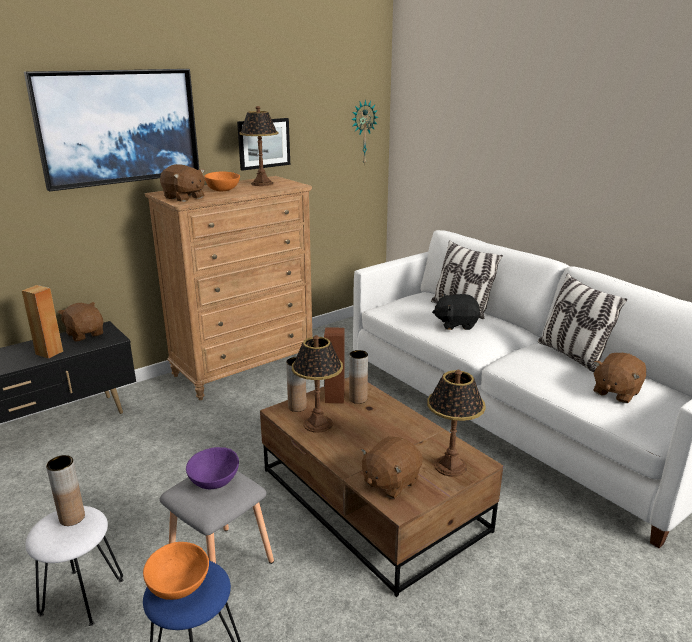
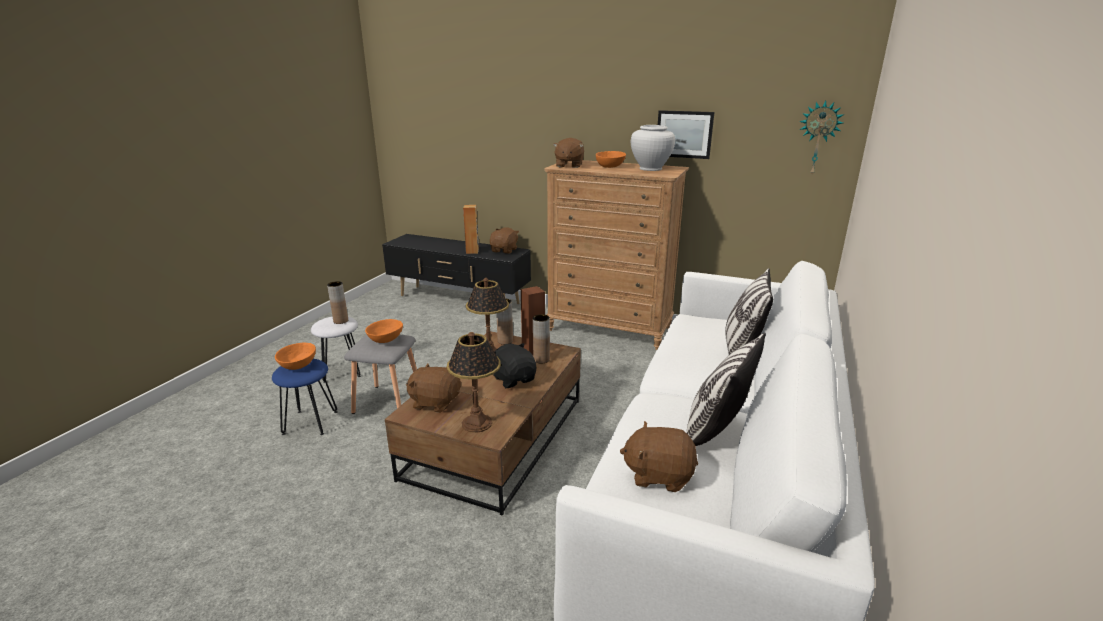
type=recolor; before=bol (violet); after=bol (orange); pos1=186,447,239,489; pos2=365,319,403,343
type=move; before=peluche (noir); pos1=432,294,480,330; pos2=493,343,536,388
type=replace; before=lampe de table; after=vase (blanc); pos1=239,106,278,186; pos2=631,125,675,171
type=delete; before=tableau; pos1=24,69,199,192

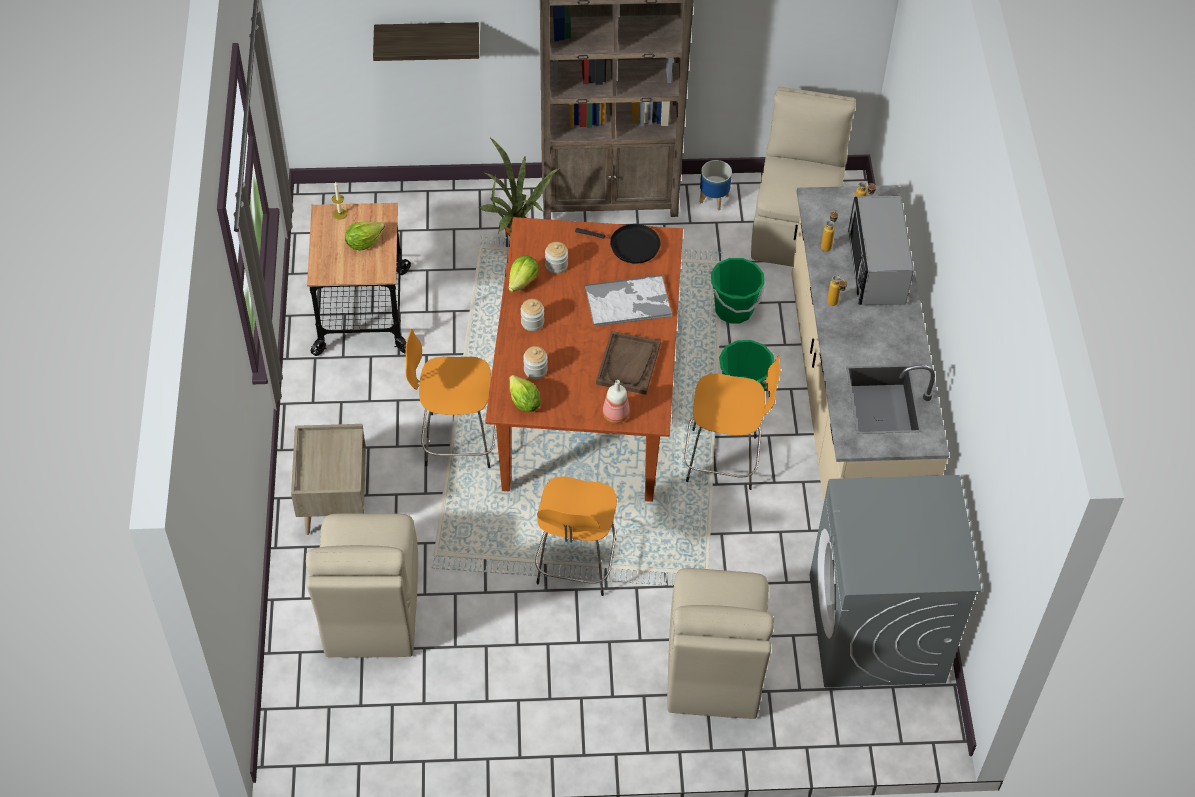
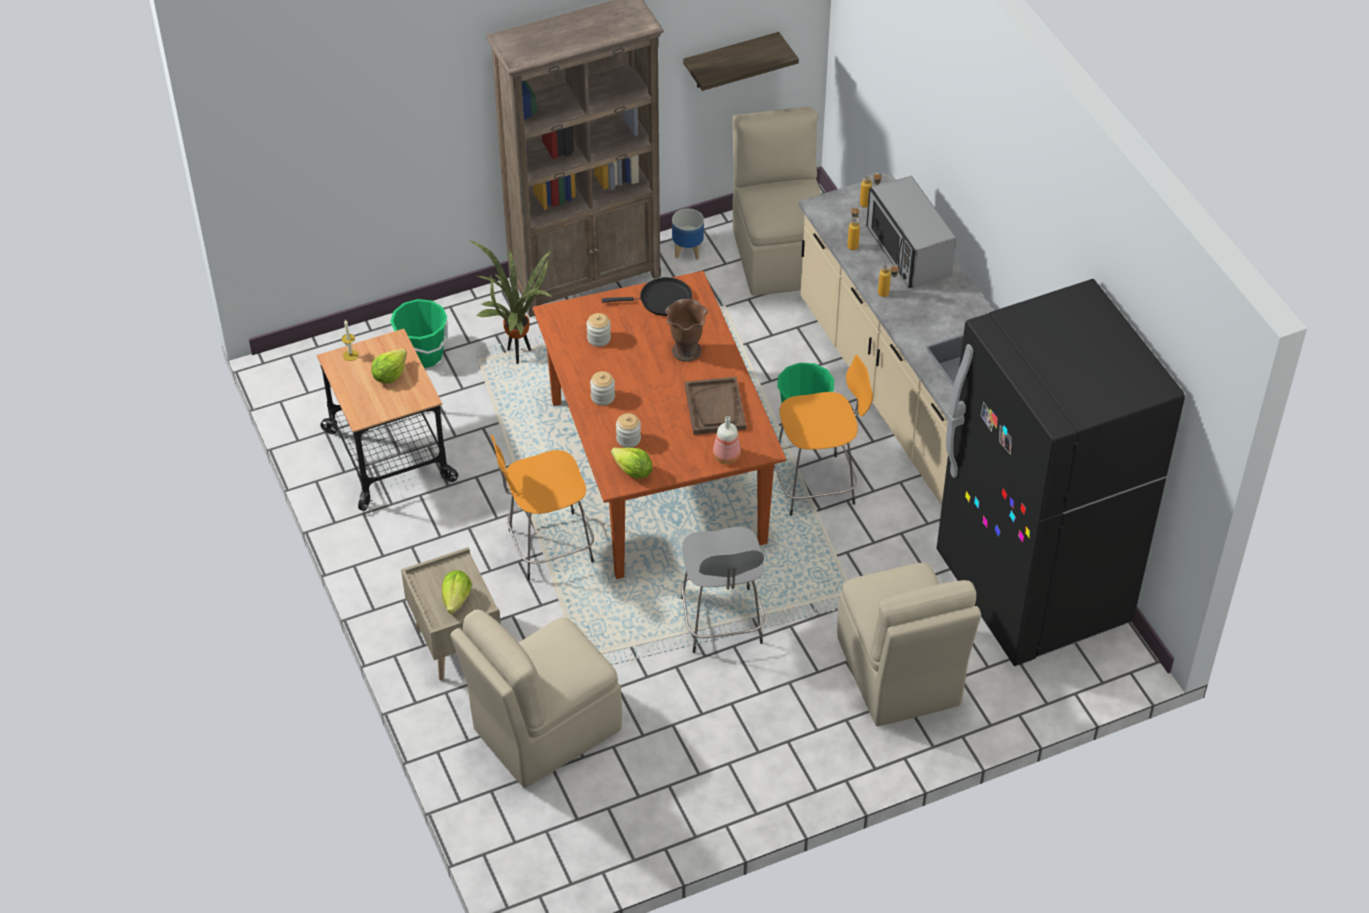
type=move; before=seau (vert); pos1=711,258,765,323; pos2=390,299,448,368
type=move; before=laitue; pos1=508,256,539,292; pos2=442,570,472,614
type=rotate; before=chaise (beige); pos1=306,513,418,657; pos2=450,609,622,788; turn=75
type=replace; before=plateau; after=vase (marron); pos1=584,274,672,327; pos2=665,299,708,362
type=recolor; before=tabouret (orange); after=tabouret (gris); pos1=535,476,617,596; pos2=681,527,765,653
type=move; before=étagère; pos1=373,22,479,61; pos2=683,32,799,91
type=replace; before=lave-linge (gris); after=réfrigérateur (noir); pos1=809,475,982,687; pos2=937,279,1185,666

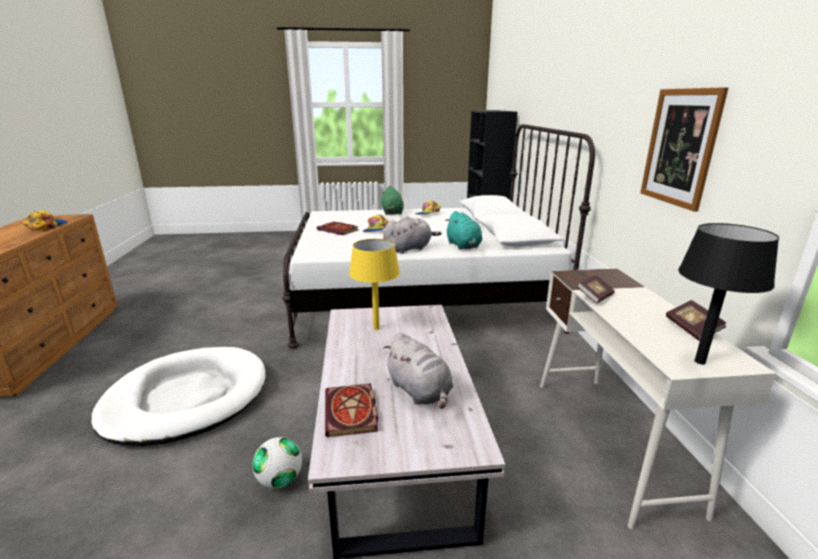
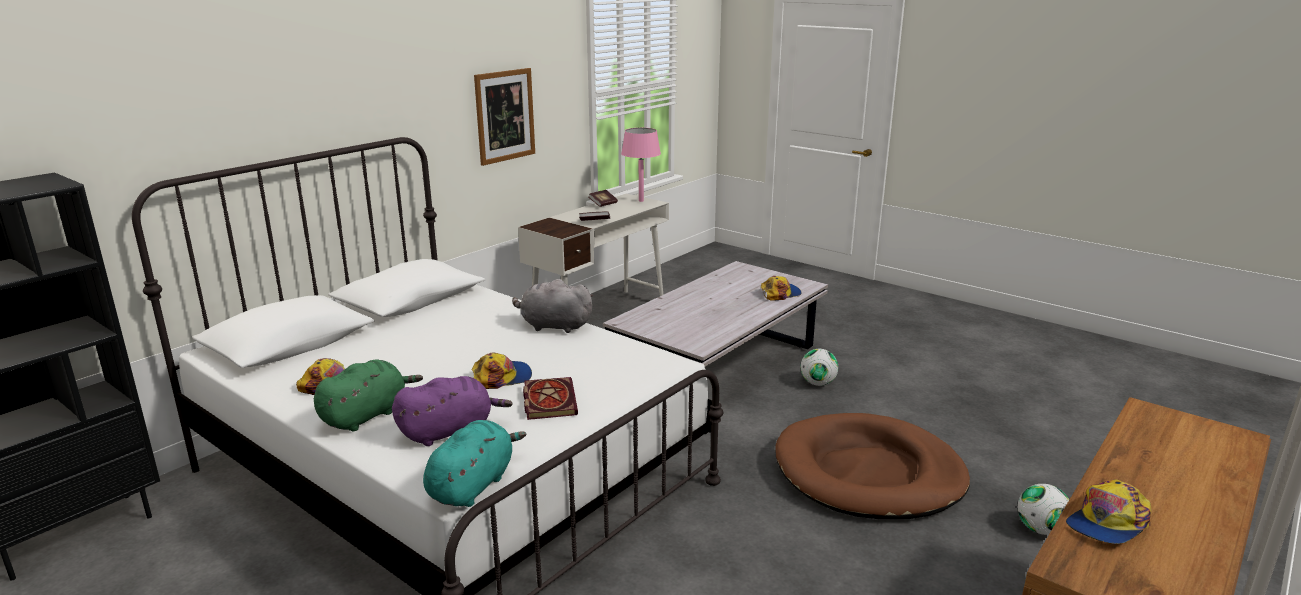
type=insert; after=peluche (violet); pos2=392,376,512,446
type=move; before=peluche (turquoise); pos1=445,211,482,250; pos2=423,420,526,507
type=recolor; before=lampe de table (noir); after=lampe de table (rose); pos1=678,223,779,364; pos2=621,128,661,202
type=replace; before=livre; after=casquette; pos1=325,383,378,437; pos2=761,276,802,301
type=recolor; before=panier pour chien (blanc); after=panier pour chien (marron); pos1=92,347,266,446; pos2=775,413,970,519
type=insert; after=ballon de foot; pos2=1018,484,1069,535
type=delete; before=lampe de table (jaune); pos1=349,239,400,330
type=delete; before=peluche (gris); pos1=383,332,453,409

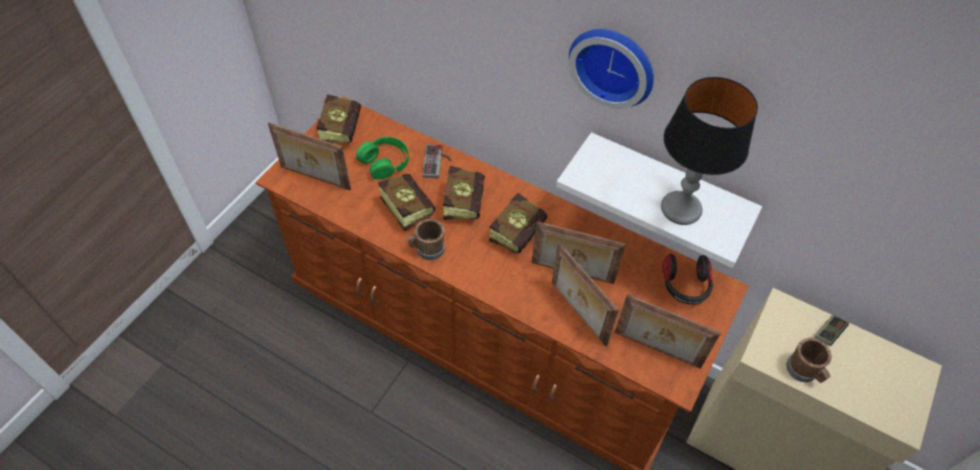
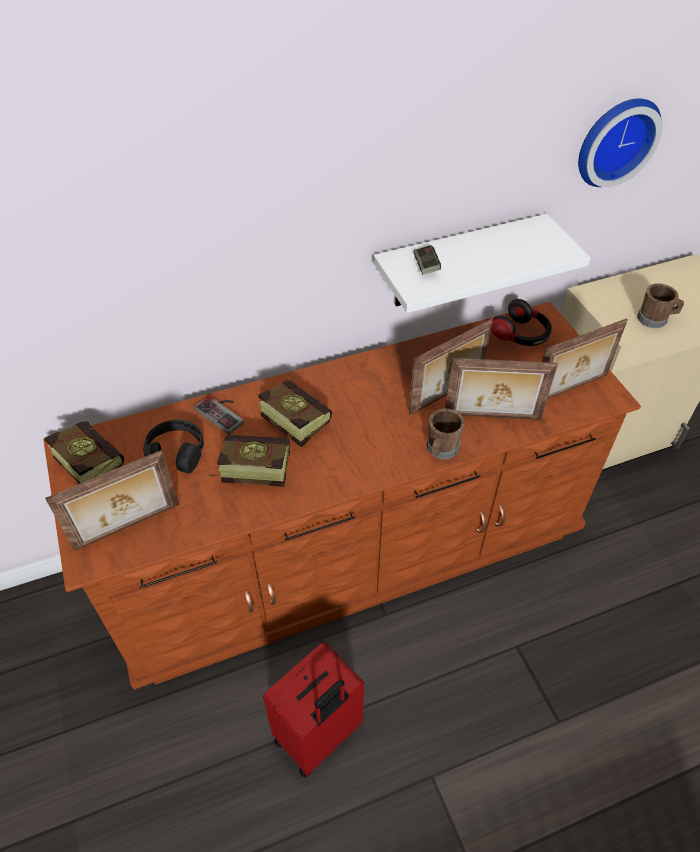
type=recolor; before=casque audio (vert); after=casque audio (noir); pos1=356,137,409,180; pos2=143,420,204,474
type=insert; after=valise (rouge); pos2=263,642,364,778
type=move; before=manette; pos1=815,315,849,346; pos2=414,245,441,275
type=move; before=mug (marron); pos1=407,219,445,260; pos2=427,409,465,459
type=move; before=horloge murale; pos1=569,29,654,109; pos2=578,98,662,187
type=delete; before=livre; pos1=489,193,547,254
type=delete; before=lampe de table; pos1=661,77,758,225

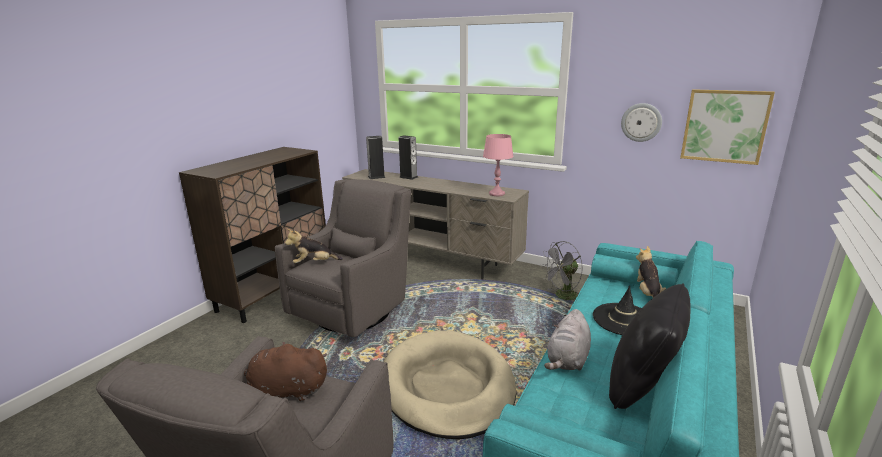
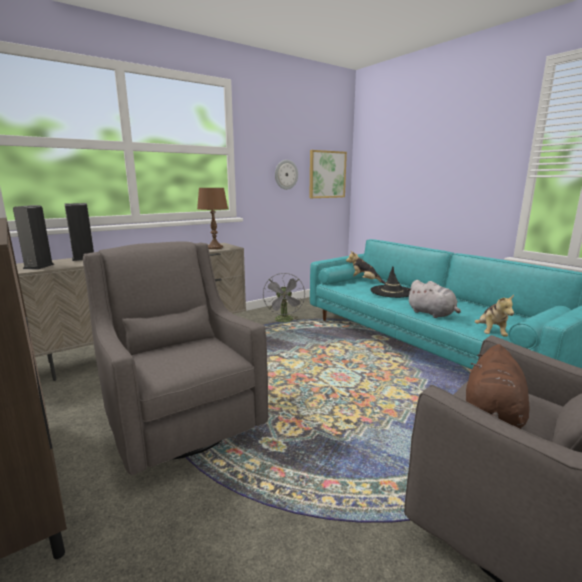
type=recolor; before=lampe de table (rose); after=lampe de table (marron); pos1=483,134,514,196; pos2=197,188,228,249
type=move; before=peluche; pos1=285,229,343,263; pos2=475,295,514,337
type=delete; before=panier pour chien (beige); pos1=384,331,516,440
type=delete; before=coussin (noir); pos1=609,283,691,409

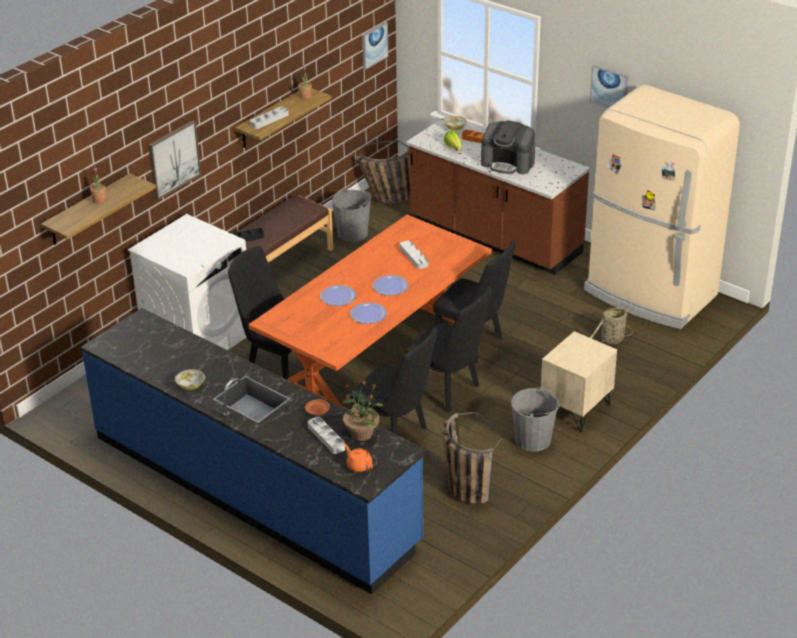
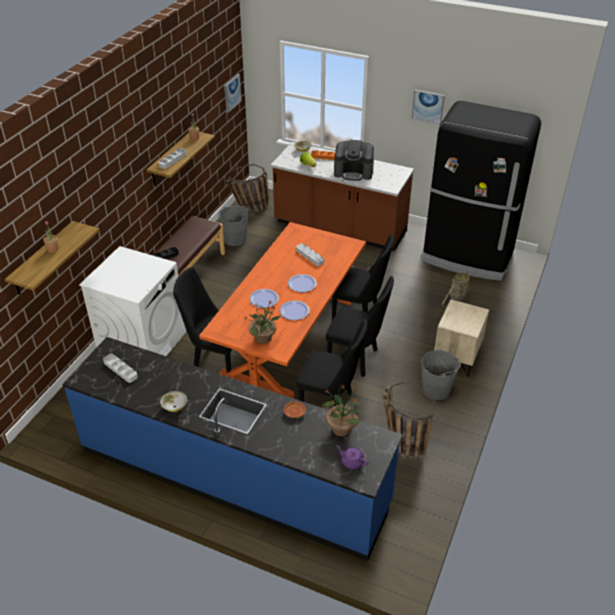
type=move; before=plateau (gris); pos1=308,417,345,454; pos2=103,354,138,383
type=insert; after=plante en pot; pos2=244,301,281,344
type=recolor; before=théière (orange); after=théière (violet); pos1=344,444,373,472; pos2=336,445,369,469
type=recolor; before=réfrigérateur (beige); after=réfrigérateur (noir); pos1=584,85,740,329; pos2=420,101,541,281
type=delete; before=tableau; pos1=148,120,201,200

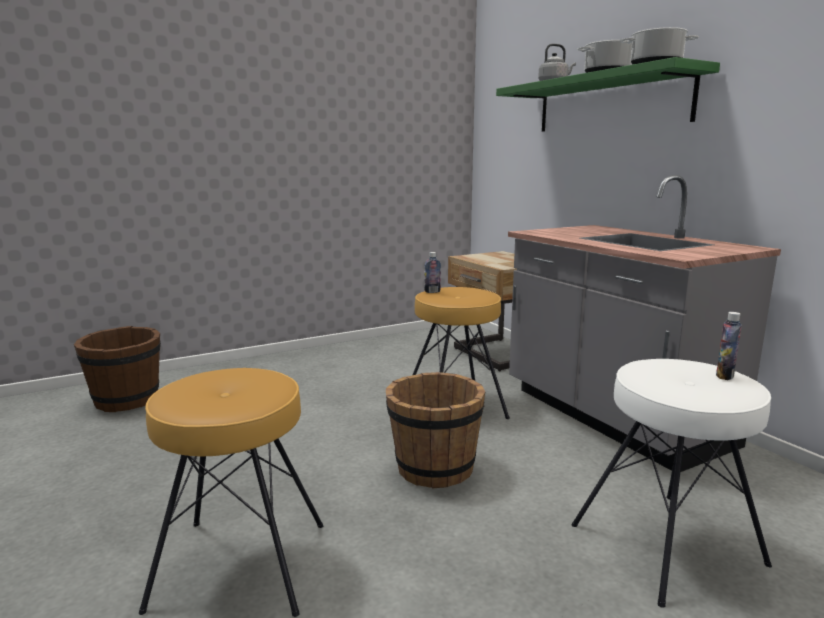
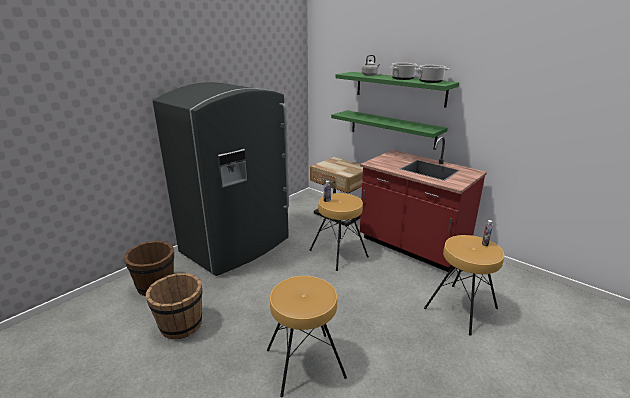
type=move; before=seau (marron); pos1=386,372,485,489; pos2=146,273,203,339
type=insert; after=réfrigérateur (gris); pos2=153,82,289,276
type=insert; after=étagère (vert); pos2=331,110,447,150
type=recolor; before=comptoir de cuisine (gris); after=comptoir de cuisine (rouge); pos1=508,175,781,472; pos2=360,136,487,272
type=recolor; before=tabouret (blanc); after=tabouret (marron); pos1=572,359,772,608; pos2=424,235,504,336

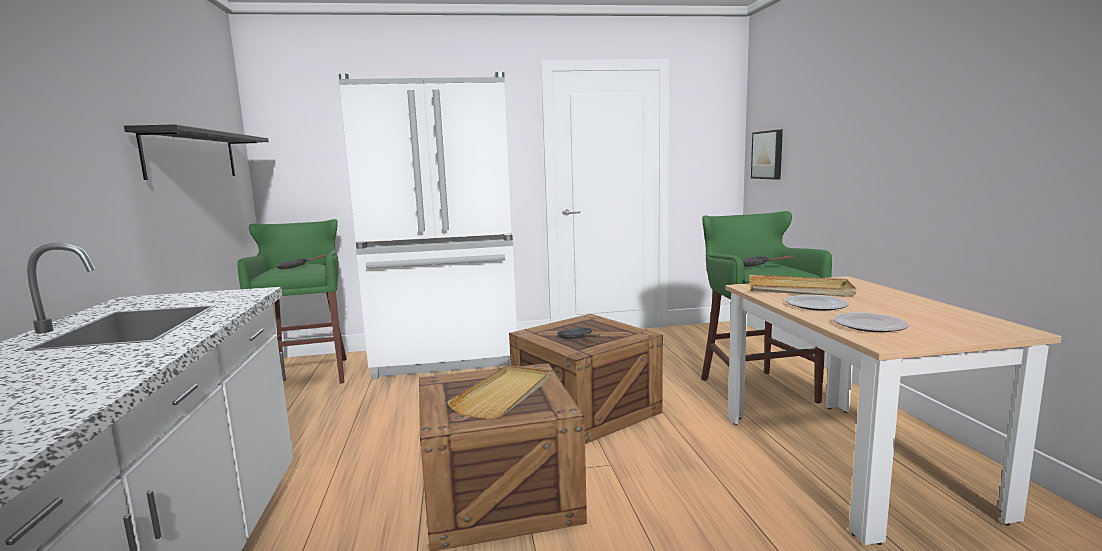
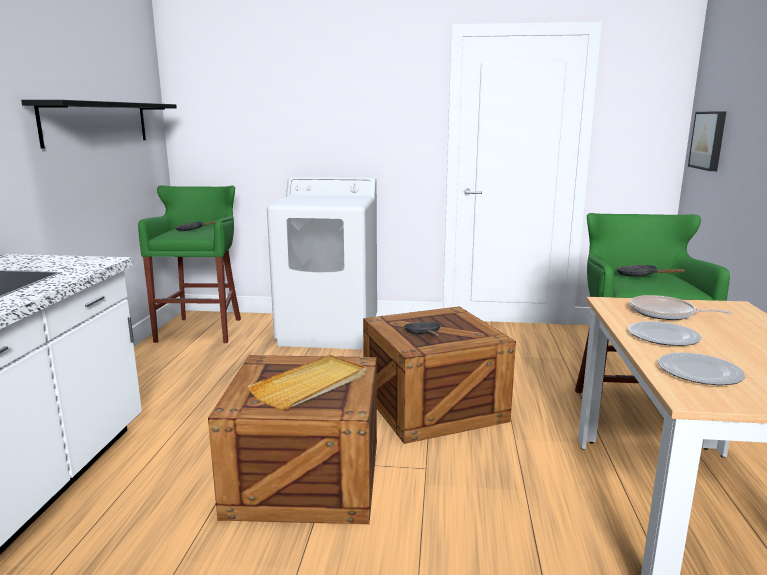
type=replace; before=réfrigérateur (blanc); after=lave-linge (blanc); pos1=338,72,517,380; pos2=267,176,377,349
type=replace; before=plateau (beige); after=poêle; pos1=749,275,856,297; pos2=630,295,732,320

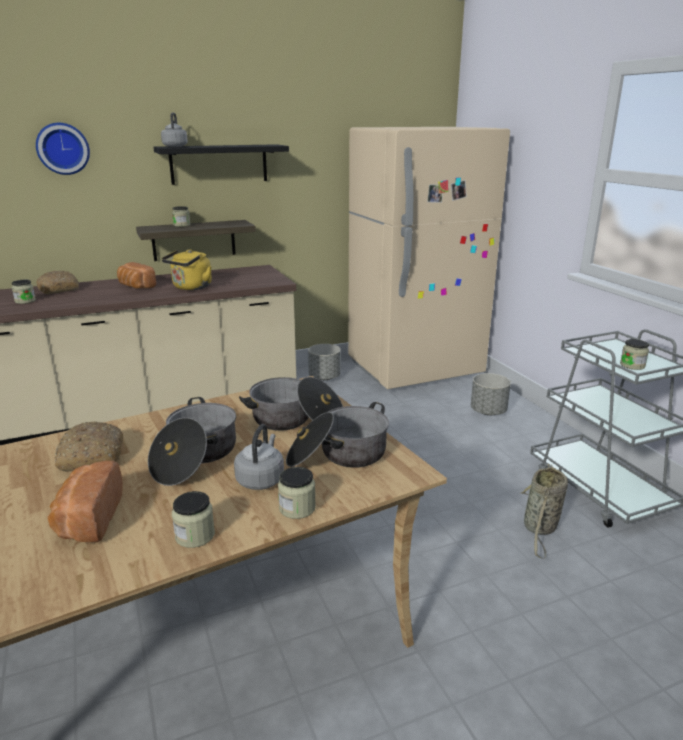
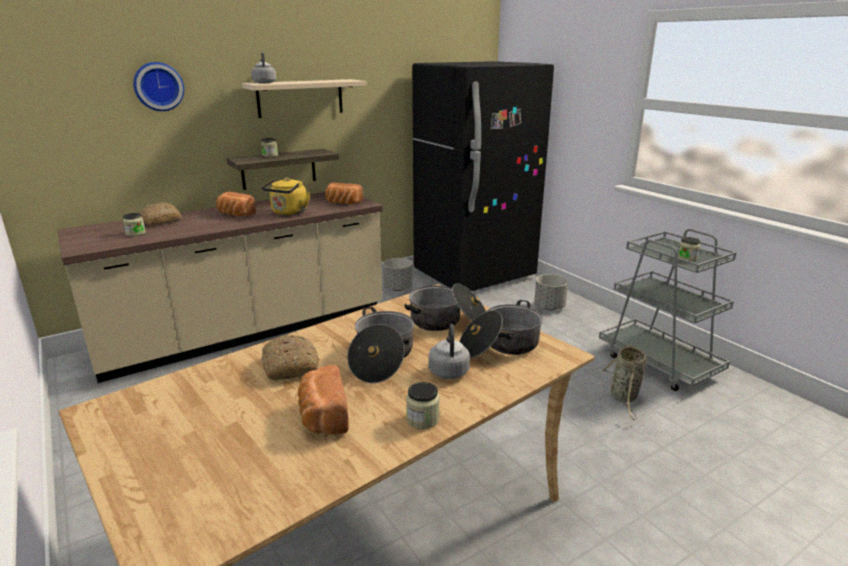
type=recolor; before=étagère (noir); after=étagère (beige); pos1=154,144,289,185; pos2=242,79,367,118
type=insert; after=pain; pos2=325,183,363,204
type=recolor; before=réfrigérateur (beige); after=réfrigérateur (noir); pos1=348,127,510,389; pos2=412,61,554,291
type=delete; before=bocal; pos1=278,467,316,519

